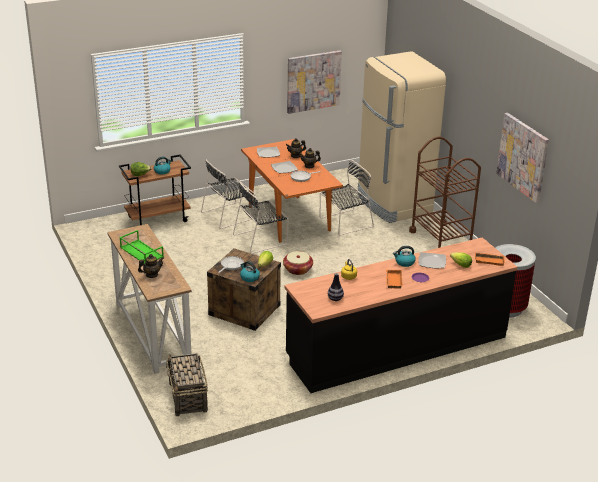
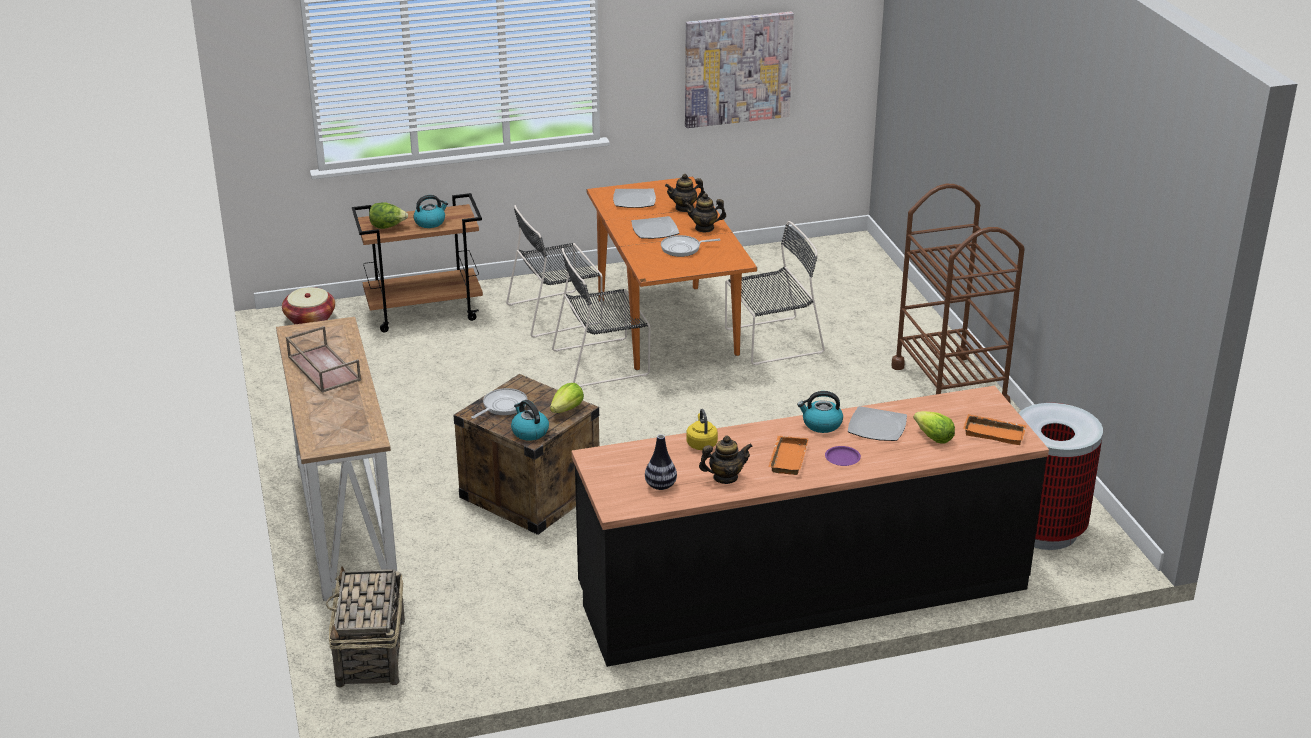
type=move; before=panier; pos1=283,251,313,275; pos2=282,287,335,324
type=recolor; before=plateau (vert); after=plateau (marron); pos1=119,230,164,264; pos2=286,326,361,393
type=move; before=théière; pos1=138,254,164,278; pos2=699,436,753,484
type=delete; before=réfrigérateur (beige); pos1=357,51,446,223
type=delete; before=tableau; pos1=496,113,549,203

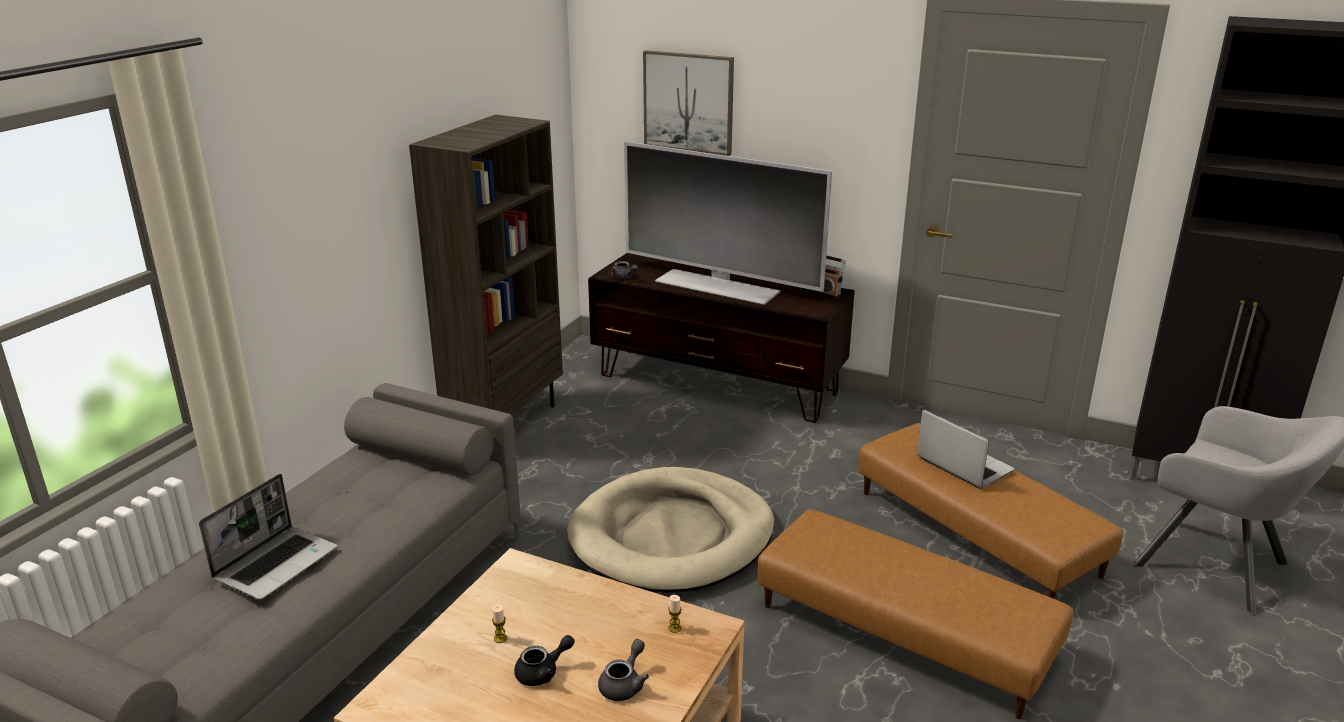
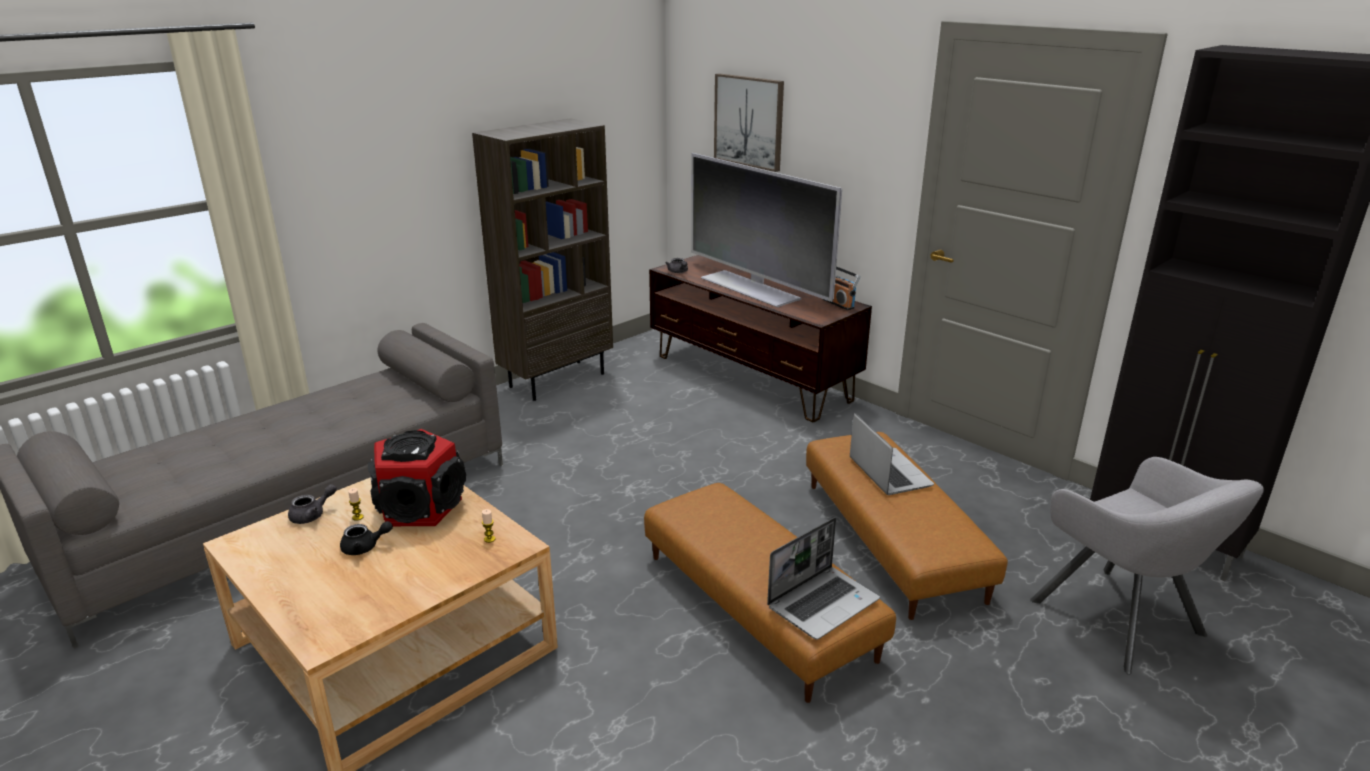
type=move; before=théière (gris); pos1=598,639,649,701; pos2=288,484,337,524
type=insert; after=enceinte; pos2=368,429,466,526
type=move; before=ordinateur portable; pos1=199,474,337,600; pos2=767,517,880,640
type=delete; before=panier pour chien (beige); pos1=567,467,774,593

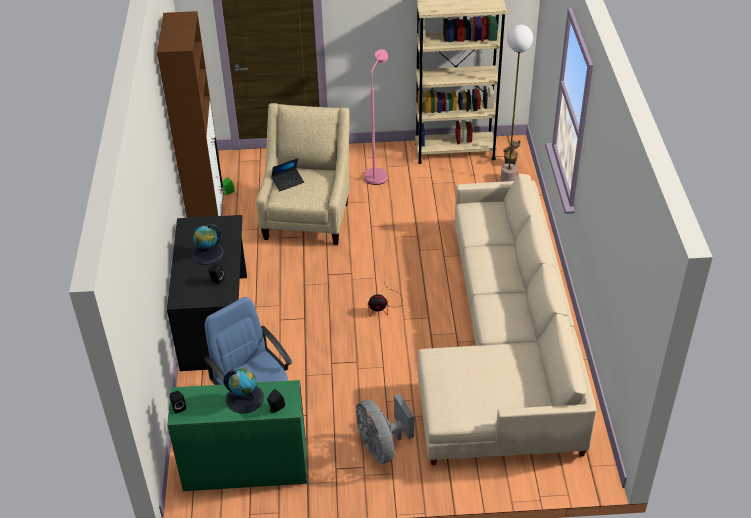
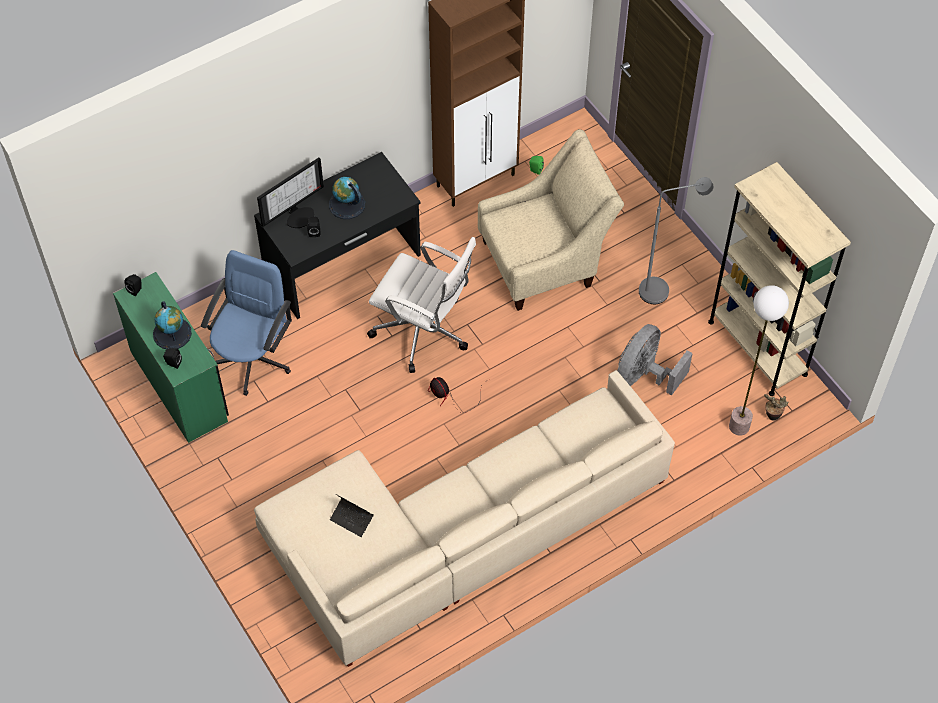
type=insert; after=écran d'ordinateur; pos2=257,157,324,228
type=move; before=ordinateur portable; pos1=271,158,304,192; pos2=330,494,374,537
type=insert; after=chaise de bureau (blanc); pos2=367,237,476,373
type=move; before=ventilateur (gris); pos1=356,394,414,464; pos2=617,324,693,395
type=recolor; before=lampadaire (rose); after=lampadaire (gris); pos1=364,49,388,185; pos2=639,177,713,304

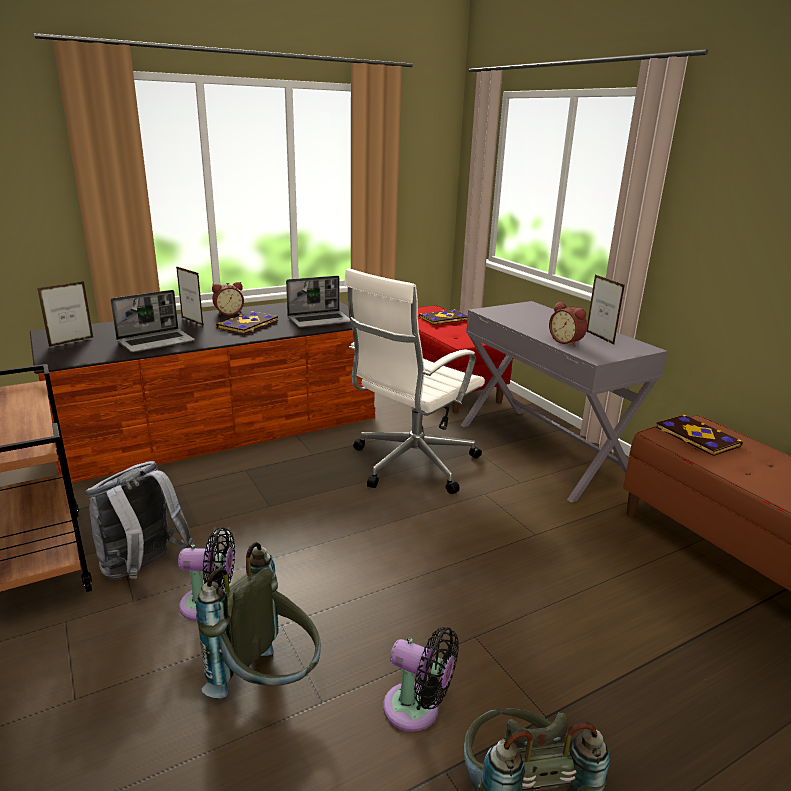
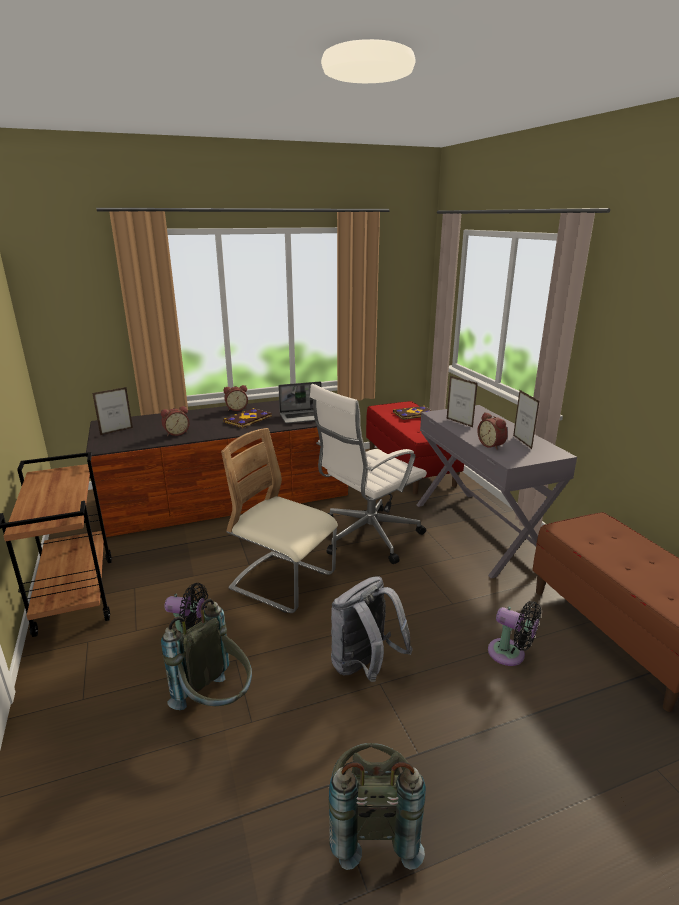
type=replace; before=ordinateur portable; after=réveil; pos1=110,290,195,353; pos2=161,406,190,436
type=insert; after=chaise (beige); pos2=221,428,338,613
type=move; before=sac à dos (gris); pos1=85,461,194,580; pos2=331,576,413,682
type=move; before=cadre photo; pos1=176,266,203,326; pos2=447,376,478,428
type=move; before=ventilateur (noir); pos1=383,627,459,732; pos2=488,601,541,666
type=delete; before=livre; pos1=656,415,743,456

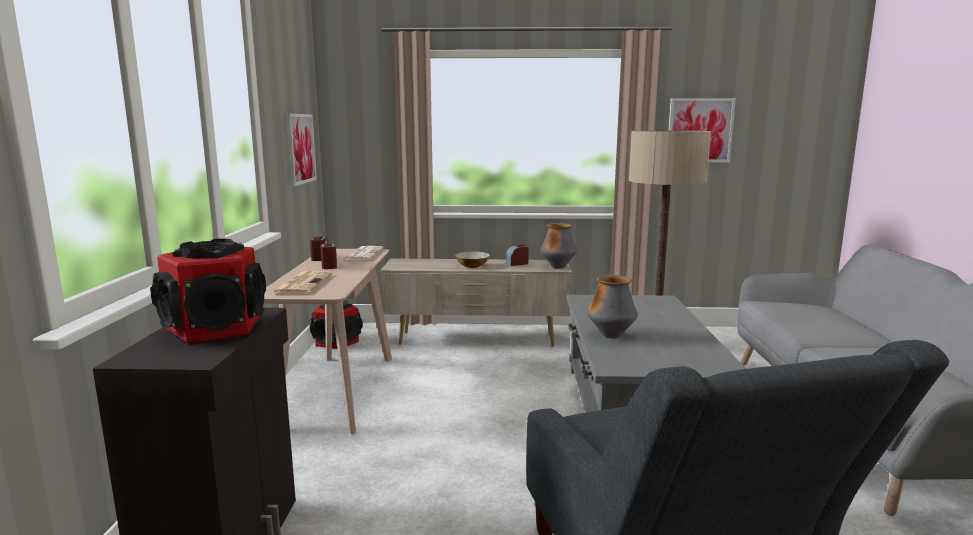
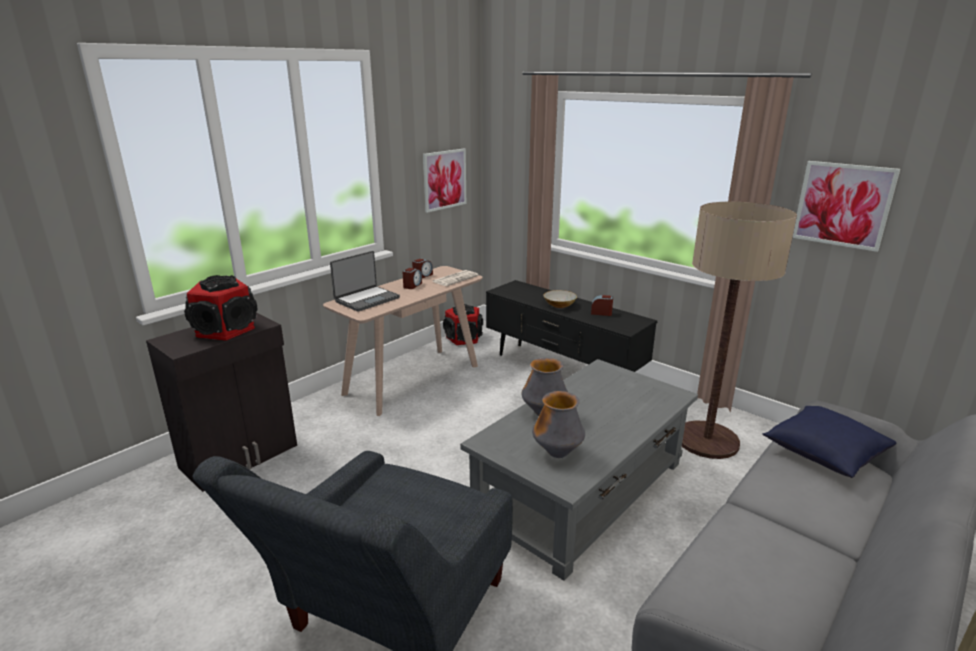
type=replace; before=journal; after=ordinateur portable; pos1=271,271,332,294; pos2=330,251,400,312
type=recolor; before=meuble télé (beige); after=meuble télé (noir); pos1=380,259,572,347; pos2=486,280,658,372
type=move; before=vase; pos1=540,223,577,269; pos2=532,391,585,458
type=insert; after=coussin (bleu); pos2=762,406,896,478

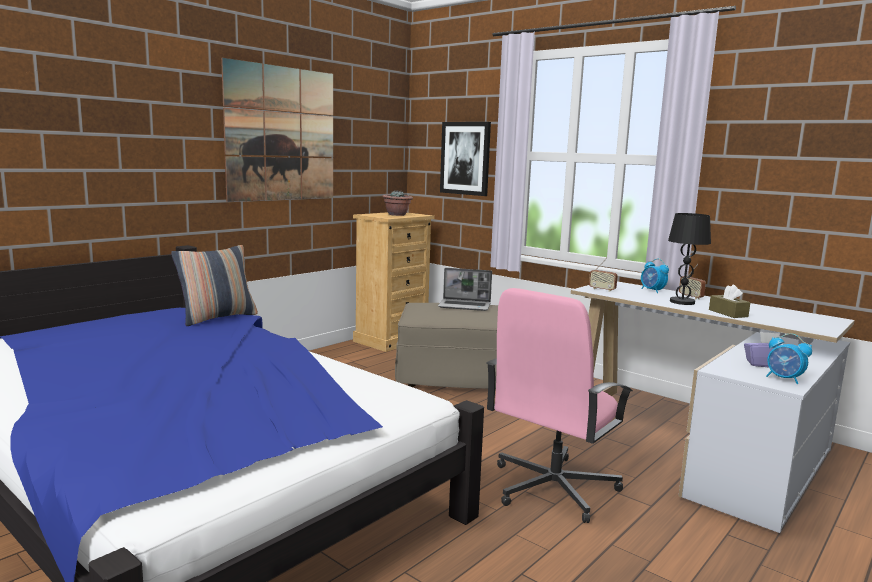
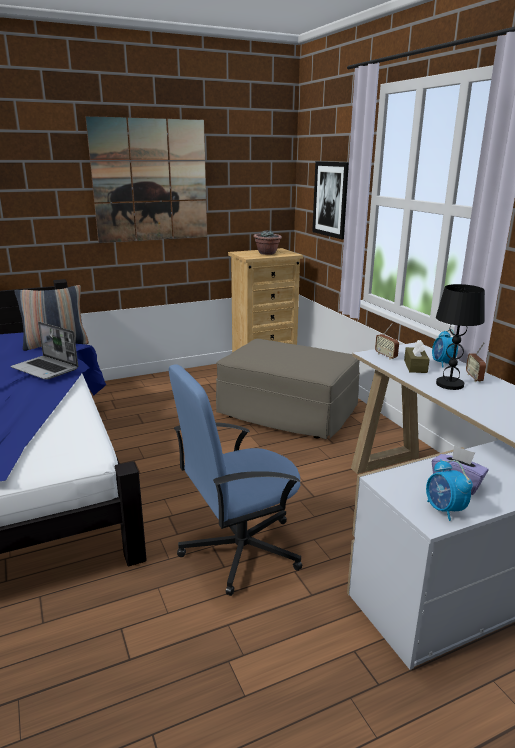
type=move; before=ordinateur portable; pos1=438,268,492,311; pos2=10,322,78,379
type=recolor; before=chaise de bureau (rose); after=chaise de bureau (bleu); pos1=486,288,633,523; pos2=169,364,302,596
type=move; before=boîte à mouchoirs (marron); pos1=709,284,750,318; pos2=404,340,430,373

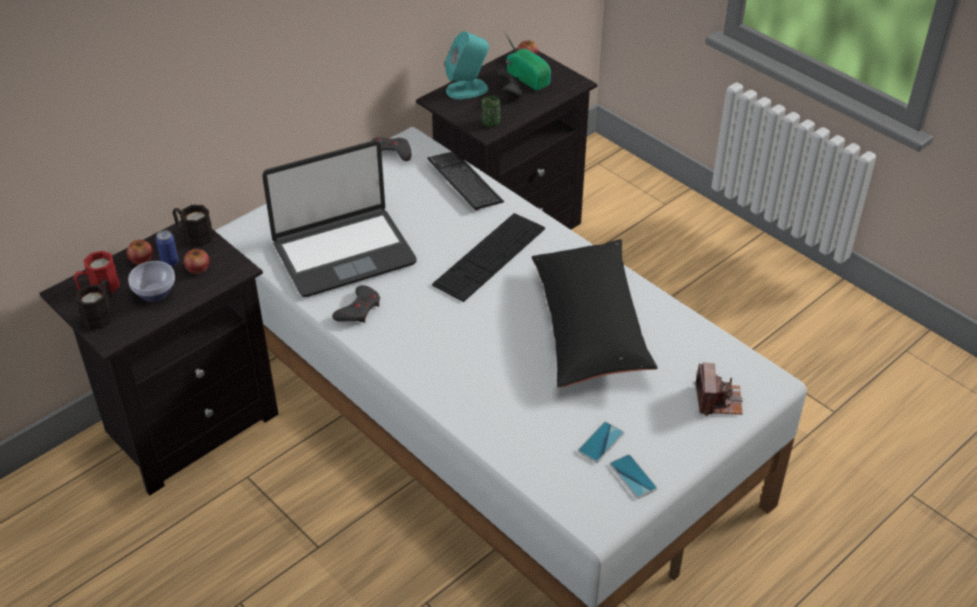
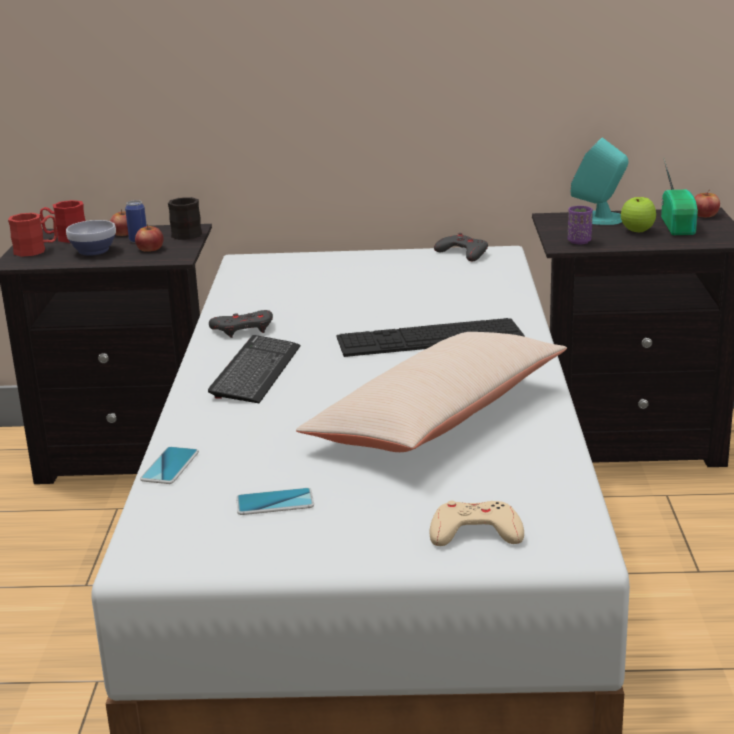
type=recolor; before=mug (noir); after=mug (rouge); pos1=75,280,113,330; pos2=8,213,57,257
type=move; before=téléphone; pos1=609,454,657,499; pos2=140,447,199,484
type=move; before=clavier; pos1=427,152,504,211; pos2=208,335,300,403
type=recolor; before=coussin (noir); after=coussin (beige); pos1=532,239,658,388; pos2=296,332,567,452
type=replace; before=appareil photo; after=manette (beige); pos1=695,363,743,416; pos2=430,501,524,546
type=recolor; before=tasse (vert); after=tasse (violet); pos1=482,96,500,127; pos2=568,206,593,244
type=replace; before=manette (noir); after=pomme; pos1=497,70,523,100; pos2=621,197,656,232
type=delete; before=ordinateur portable; pos1=262,140,417,297

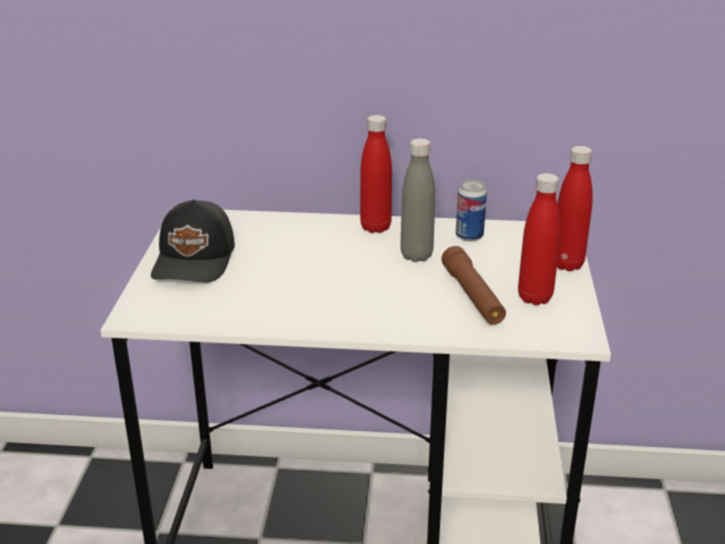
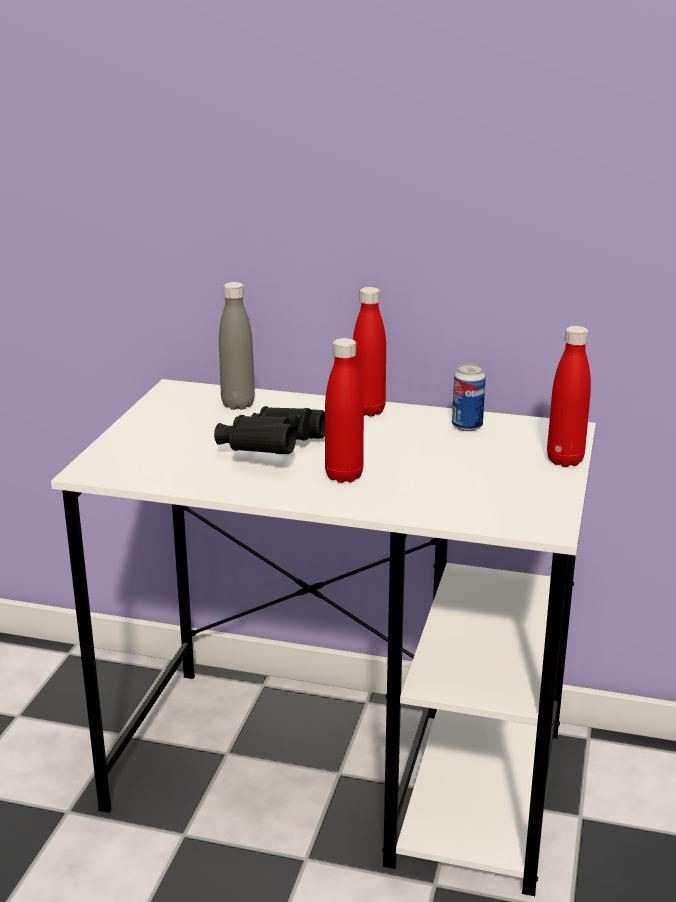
type=insert; after=jumelles (noir); pos2=214,406,325,454
type=move; before=bouteille (gris); pos1=400,138,435,262; pos2=219,282,255,410
type=move; before=bouteille (rouge); pos1=518,173,560,305; pos2=325,338,364,483
type=delete; before=casquette (noir); pos1=151,199,235,282
type=delete; before=lampe de poche (marron); pos1=442,246,506,325

